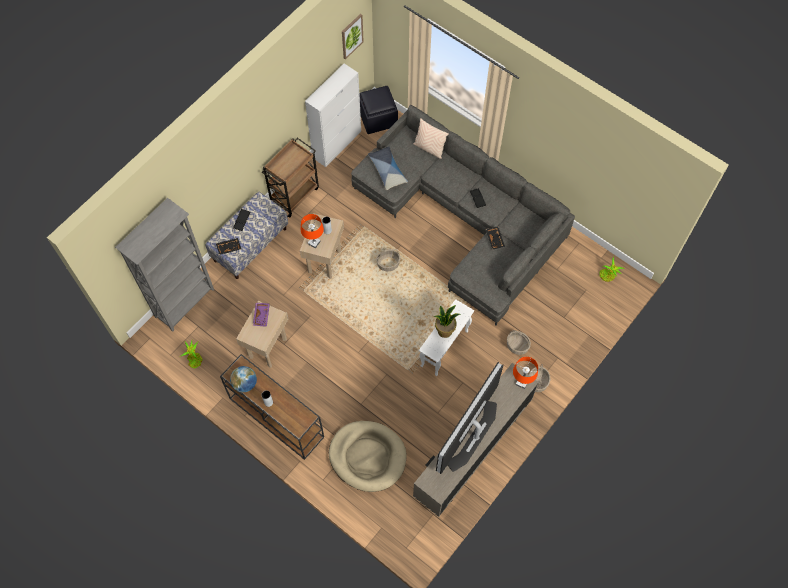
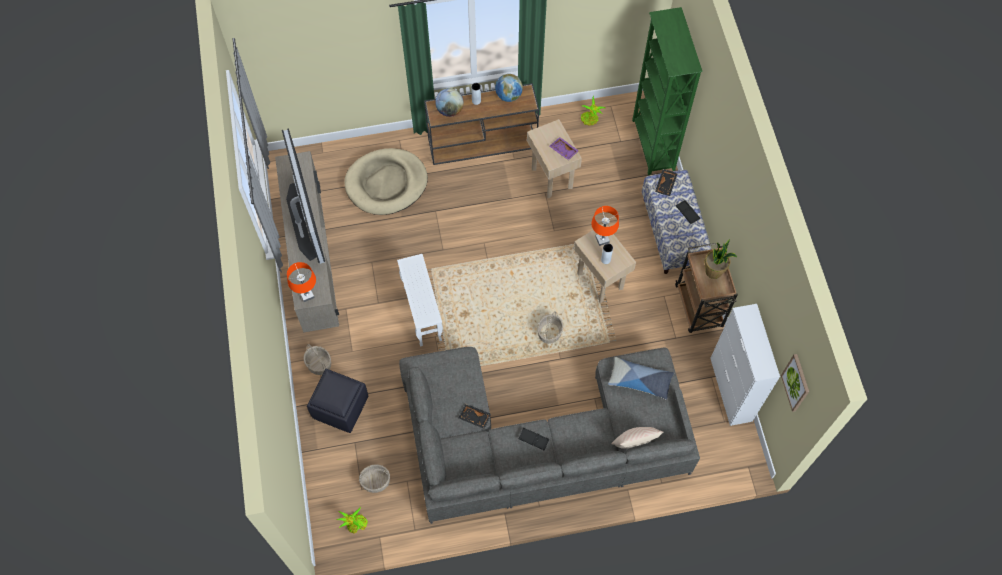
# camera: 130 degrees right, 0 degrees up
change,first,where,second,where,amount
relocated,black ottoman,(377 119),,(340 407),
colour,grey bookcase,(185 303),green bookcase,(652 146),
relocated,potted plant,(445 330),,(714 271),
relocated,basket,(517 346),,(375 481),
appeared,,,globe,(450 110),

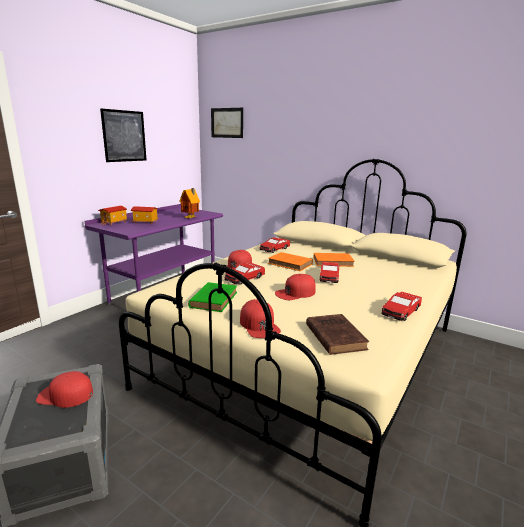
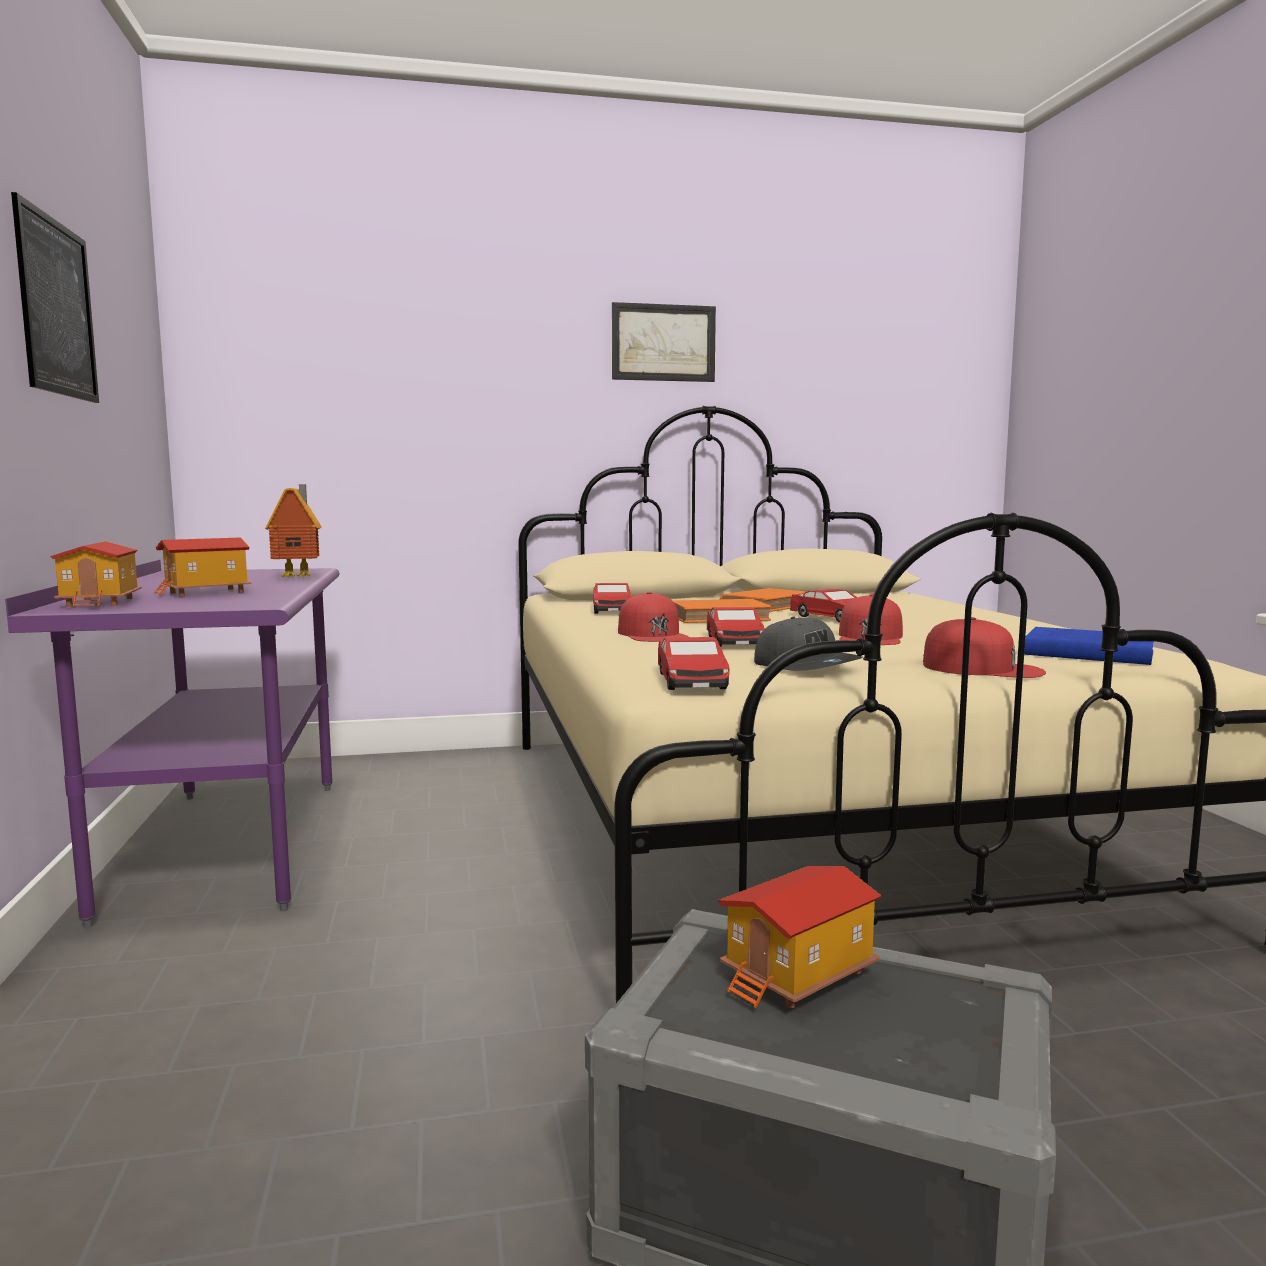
# camera: 45 degrees left, 10 degrees down
change,first,where,second,where,amount
relocated,picture,(227 123),,(663 343),
exchanged,green book,(214 299),grey cap,(806 666),
relocated,toy car,(400 312),,(691 681),
colour,brown book,(334 336),blue book,(1085 654),
exchanged,red cap,(65 394),toy house,(799 976),

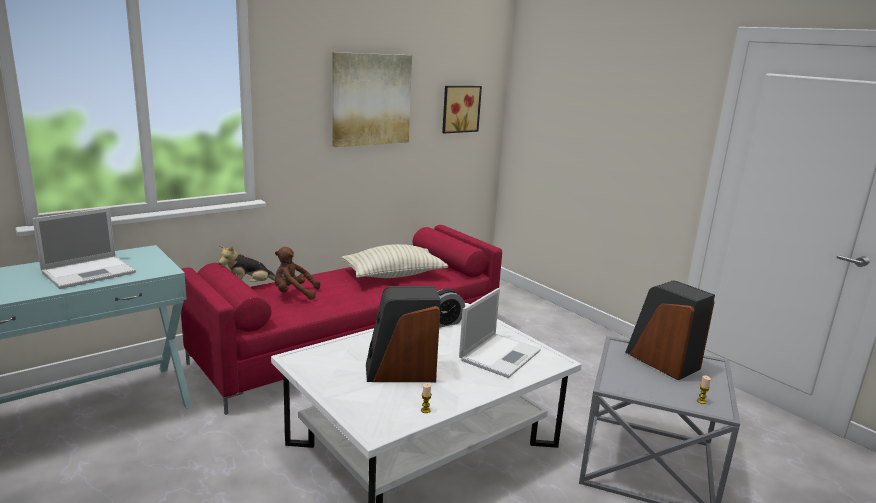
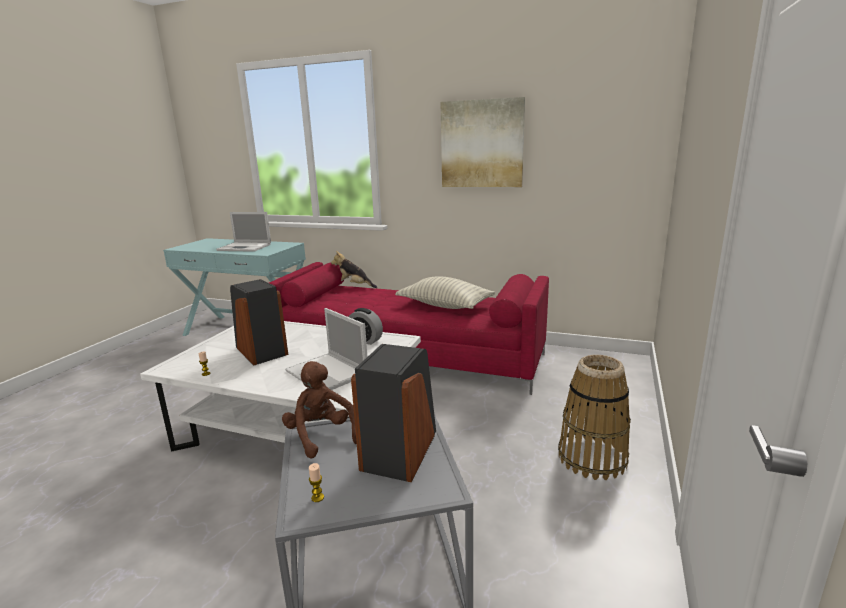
# camera: 60 degrees right, 0 degrees up
change,first,where,second,where,amount
missing,picture,(460 109),,,
relocated,brown plush toy,(294 294),,(321 435),
spun,laptop,(500 355),,(328 373),45 degrees clockwise
appeared,,,basket,(592 458),

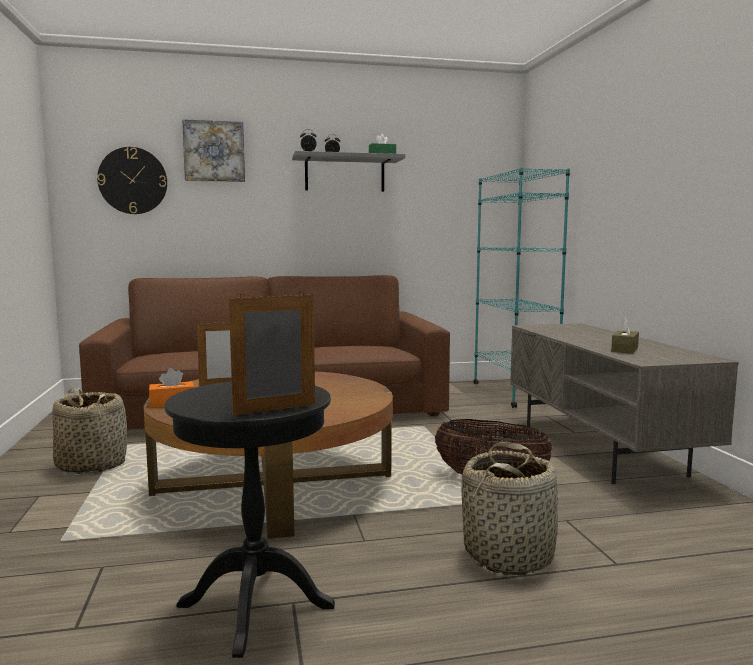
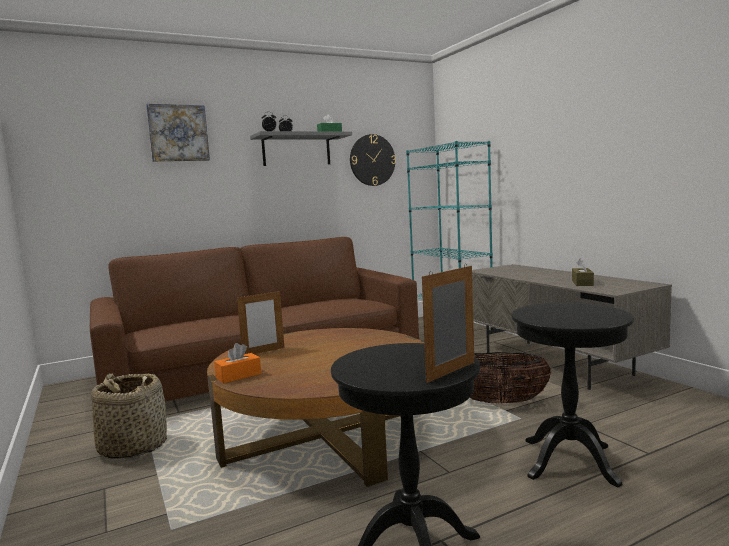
# camera: 15 degrees left, 0 degrees up
change,first,where,second,where,amount
relocated,wall clock,(133 180),,(372 160),
exchanged,basket,(509 555),black side table,(569 461),

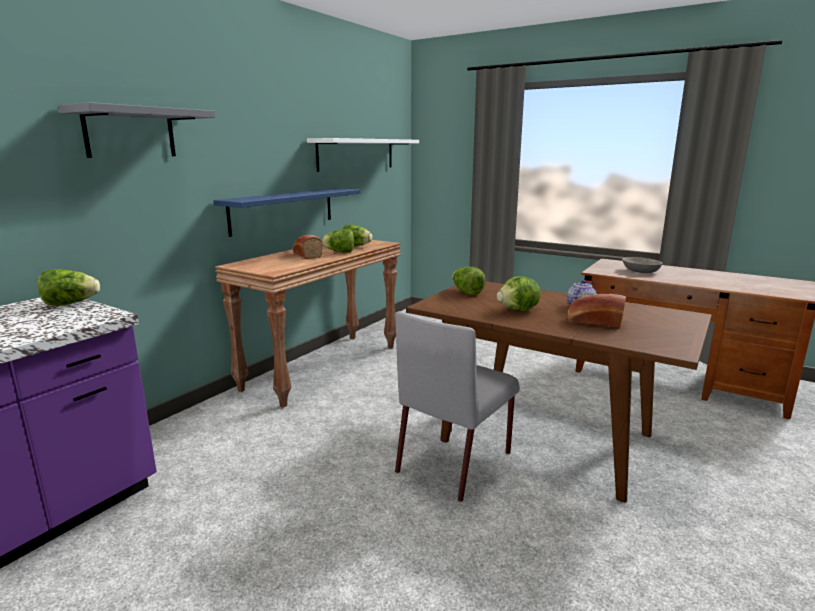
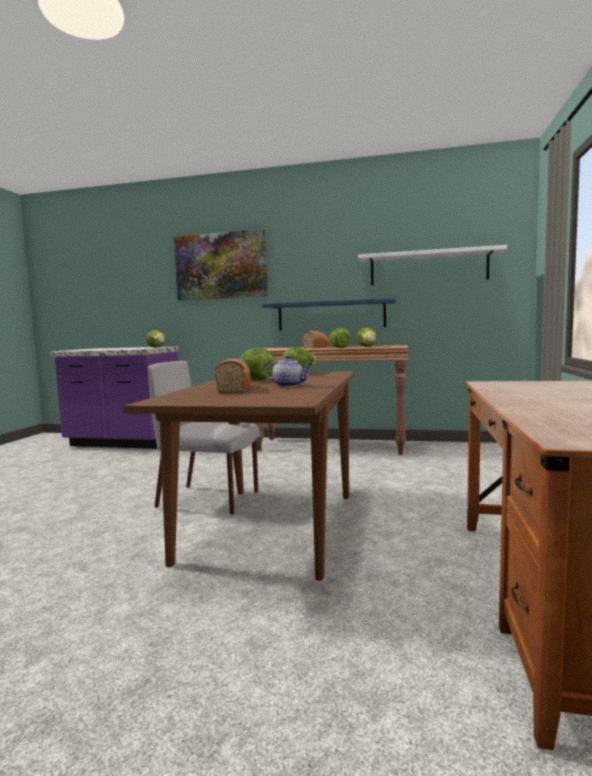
# camera: 70 degrees right, 10 degrees down
change,first,where,second,where,amount
exchanged,grey shelf,(130 133),picture,(221 266),
missing,grey bowl,(640 271),,,

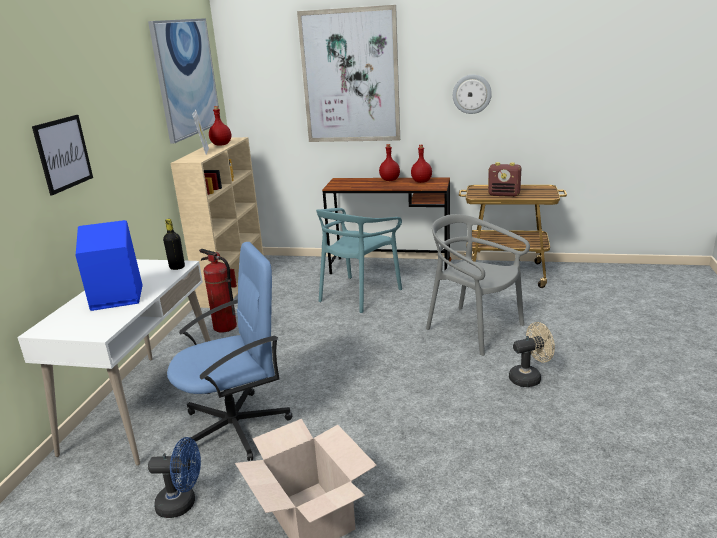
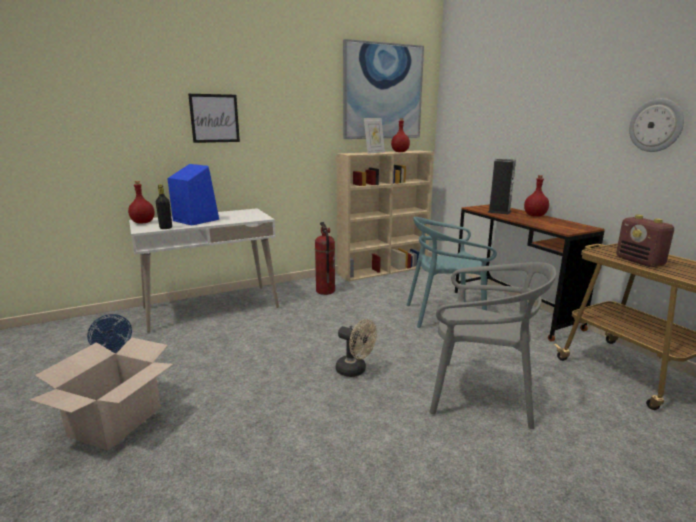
# camera: 50 degrees right, 5 degrees down
change,first,where,second,where,amount
missing,picture,(350 76),,,
relocated,red bottle,(421 181),,(143 222),
spun,grey chair,(474 329),,(481 395),105 degrees clockwise
relocated,black bottle,(177 267),,(166 228),
missing,blue office chair,(236 427),,,
relocated,beige fan,(529 377),,(355 371),
appeared,,,speaker,(499 212),

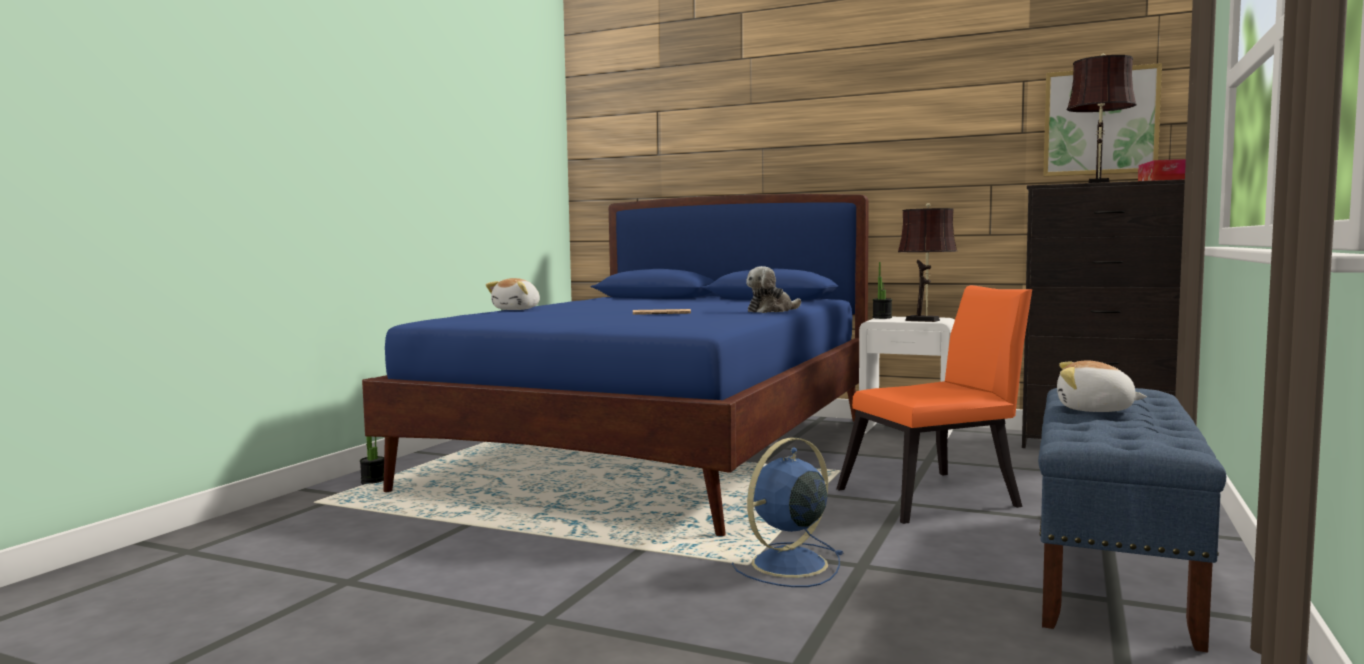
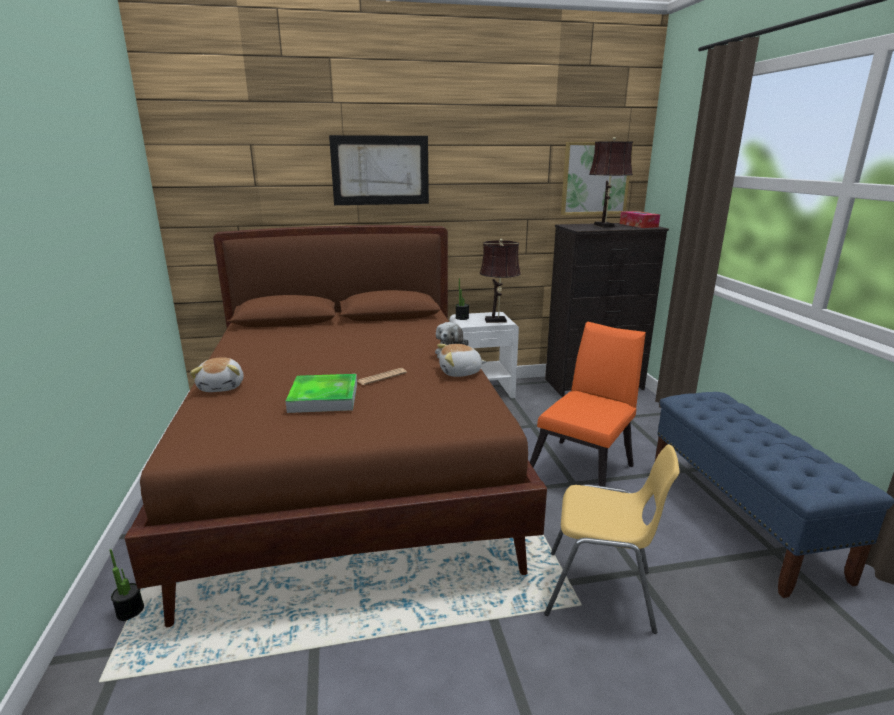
# camera: 35 degrees left, 15 degrees up
change,first,where,second,where,amount
colour,blue bed,(658 451),brown bed,(351 466),
relocated,plush toy,(1094 410),,(460 372),
exchanged,blue fan,(787 565),yellow chair,(600 592),
appeared,,,picture,(380 170),
appeared,,,tray,(324 397),

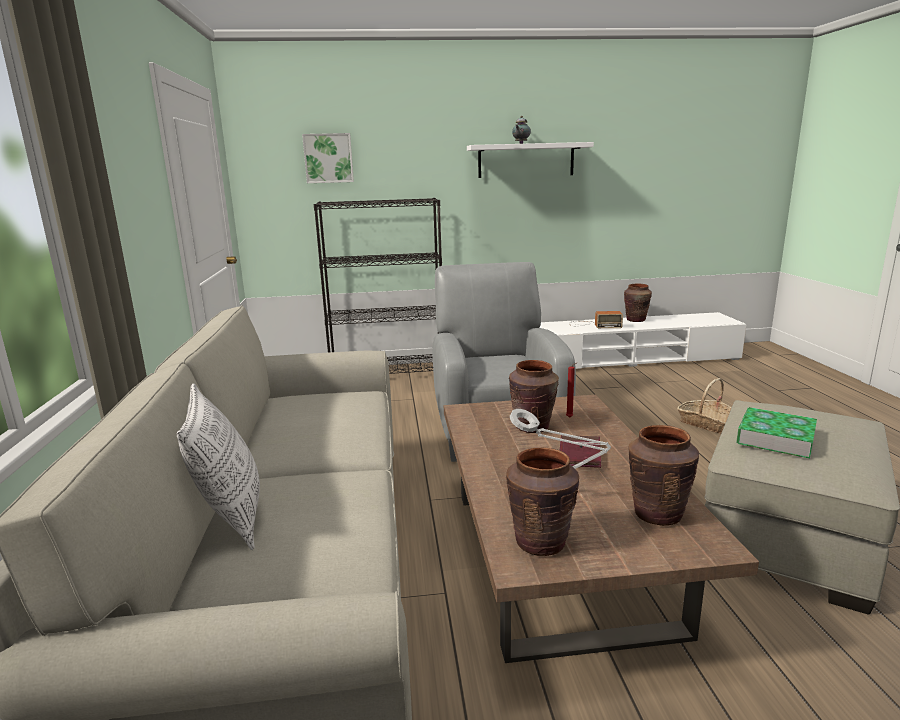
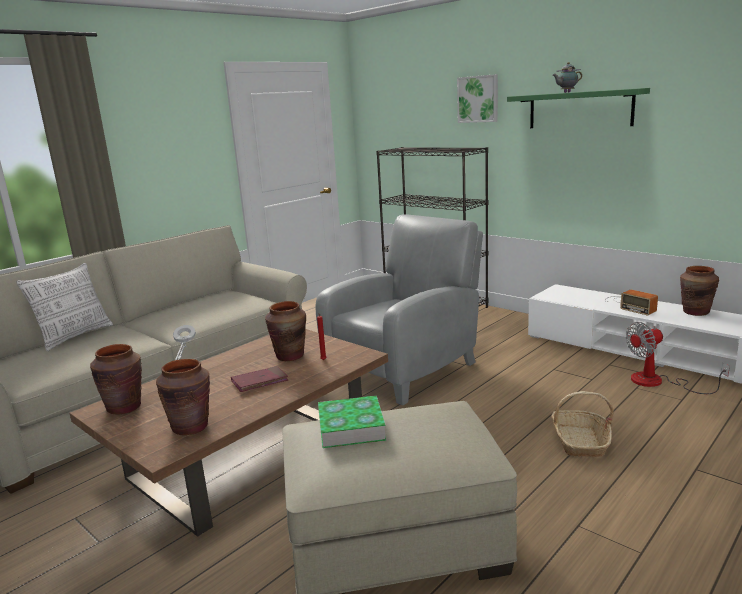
# camera: 50 degrees right, 0 degrees up
change,first,where,second,where,amount
relocated,picture,(328 158),,(478 99),
colour,white shelf,(526 160),green shelf,(580 109),
appeared,,,fan,(658 382),

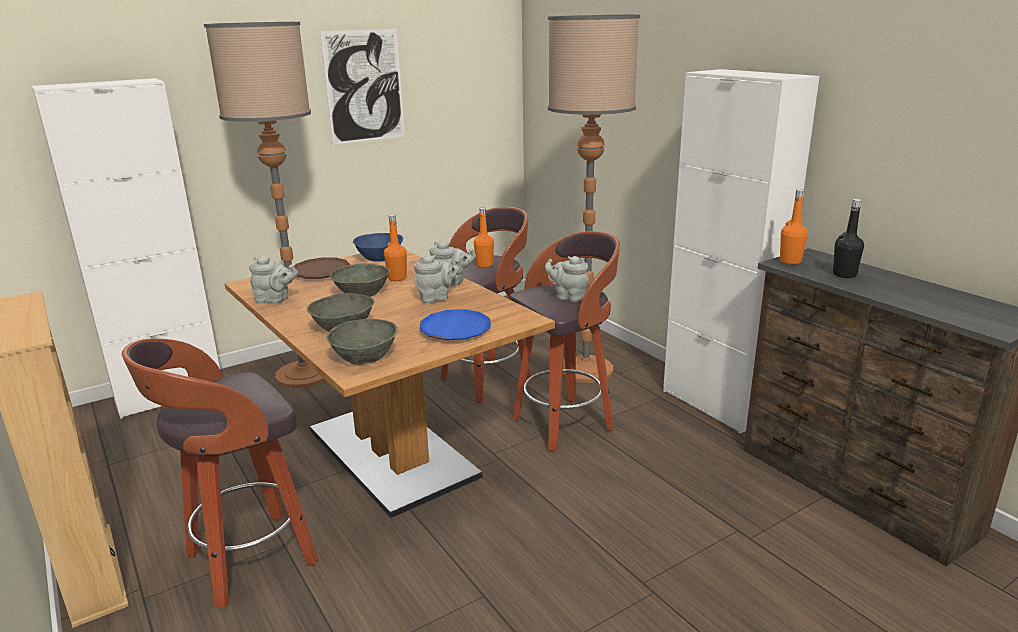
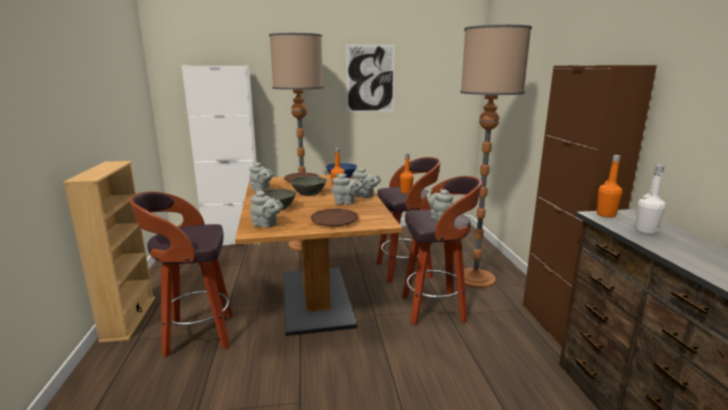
# camera: 25 degrees right, 5 degrees down
change,first,where,second,where,amount
colour,white cabinet,(715 404),brown cabinet,(558 325),
colour,black bottle,(844 275),white bottle,(645 231),
colour,blue plate,(455 330),brown plate,(334 221),
exchanged,grey bowl,(364 357),grey teapot,(266 225),

